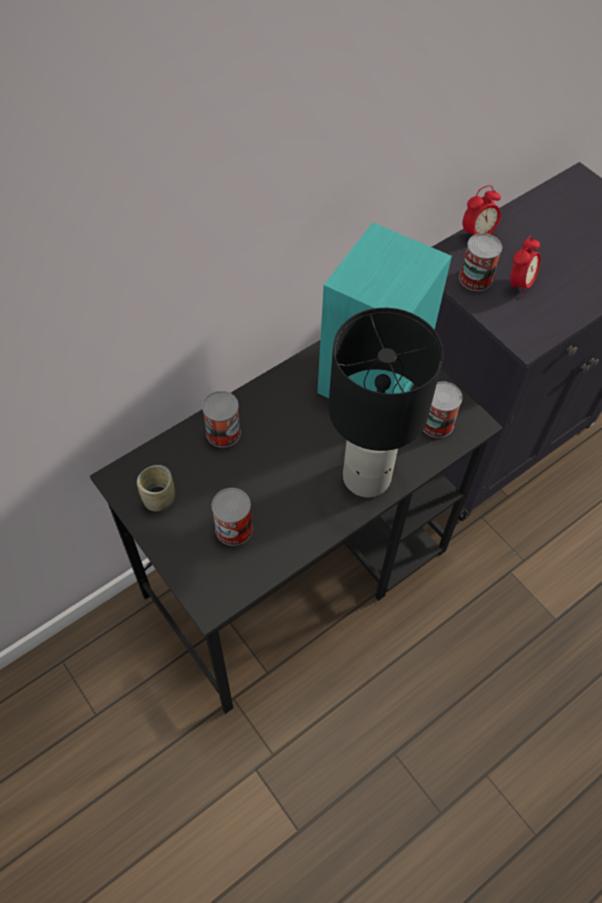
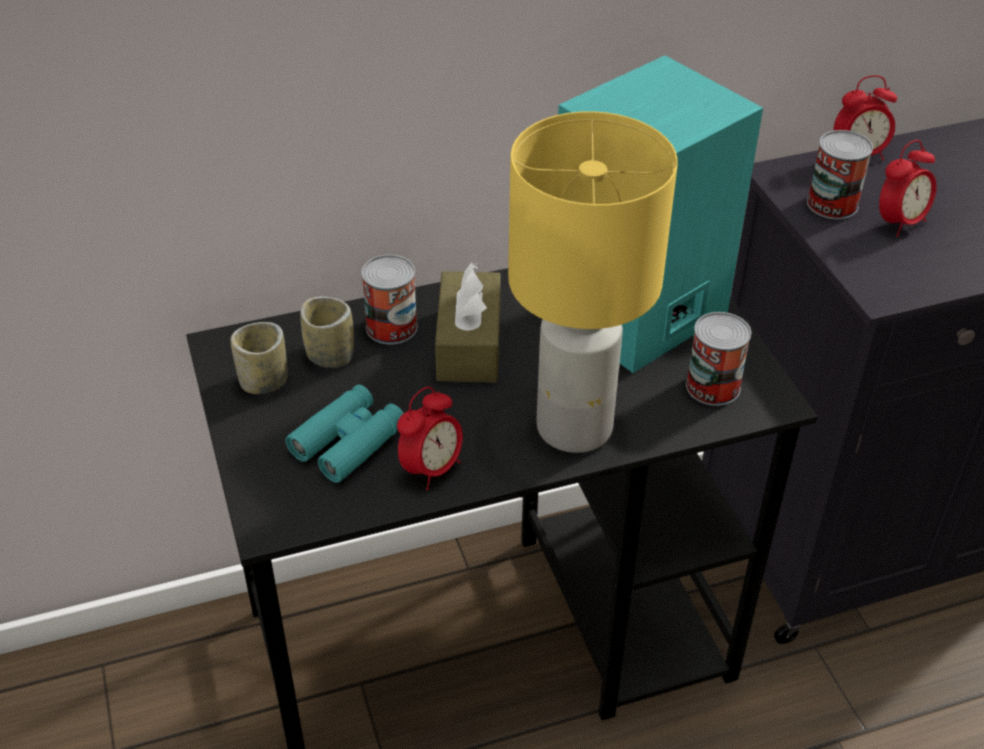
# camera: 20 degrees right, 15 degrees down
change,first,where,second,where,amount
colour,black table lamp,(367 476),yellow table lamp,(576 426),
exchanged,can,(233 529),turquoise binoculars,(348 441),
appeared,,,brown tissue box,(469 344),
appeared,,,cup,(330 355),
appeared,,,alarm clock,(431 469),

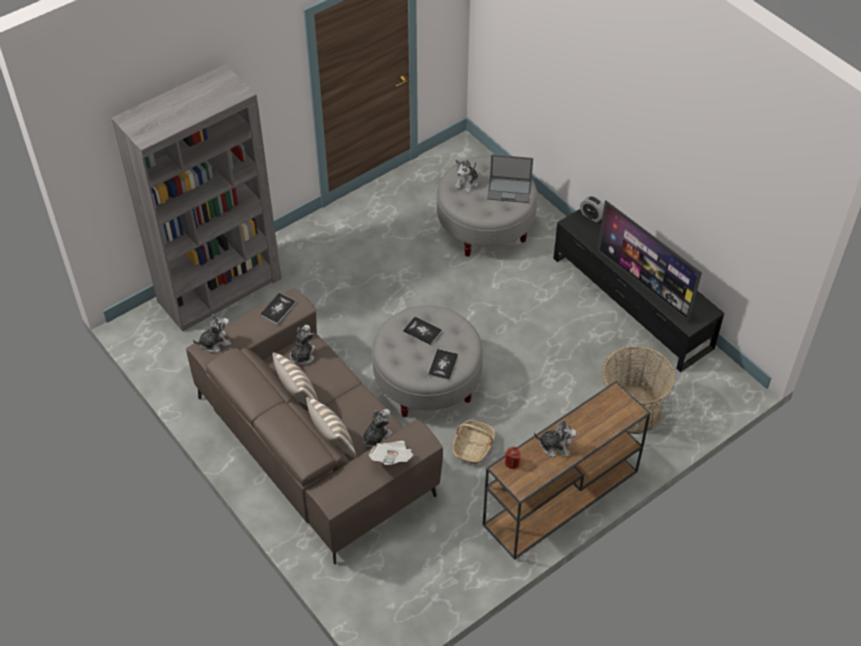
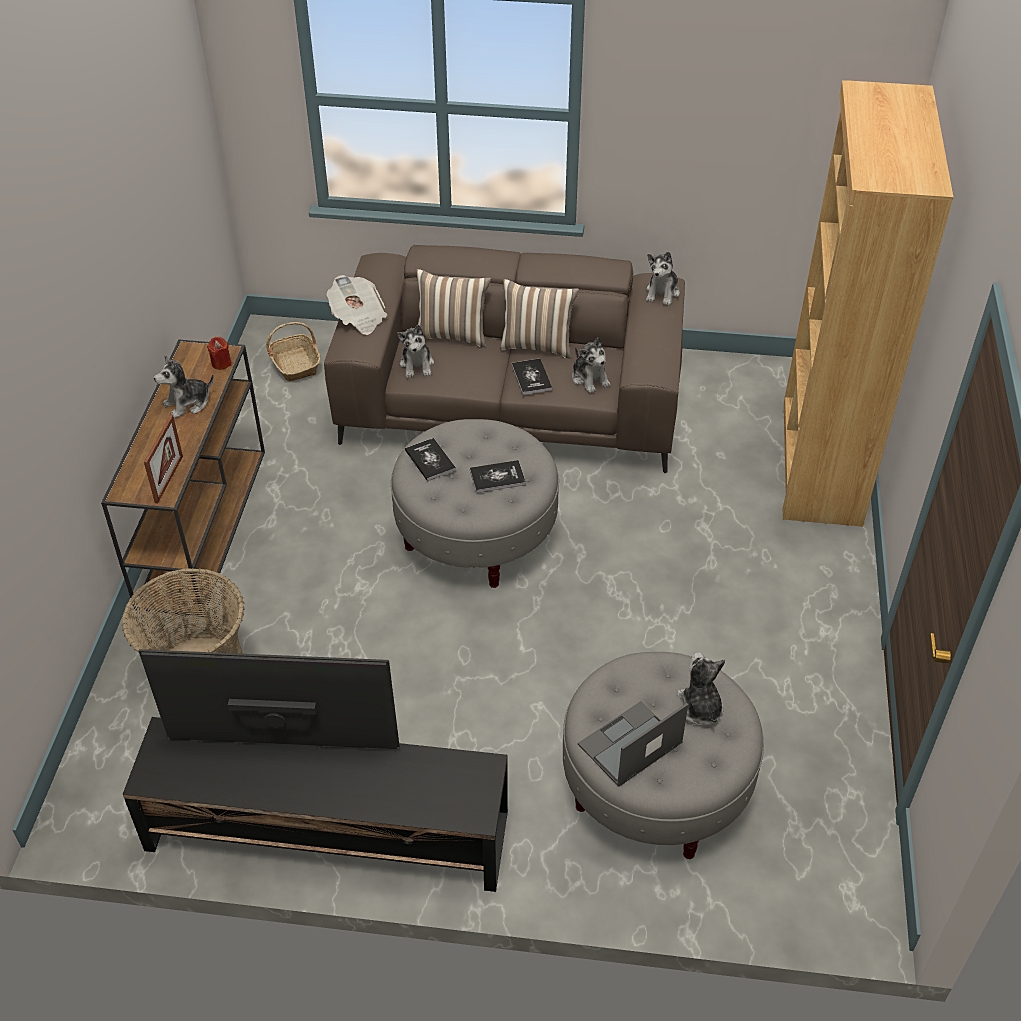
# camera: 135 degrees right, 5 degrees down
change,first,where,second,where,amount
colour,grey bookcase,(220 289),brown bookcase,(819 462),
missing,alarm clock,(592 216),,,
relocated,book,(278 309),,(531 377),
relocated,basket,(473 447),,(295 364),
appeared,,,picture frame,(169 479),

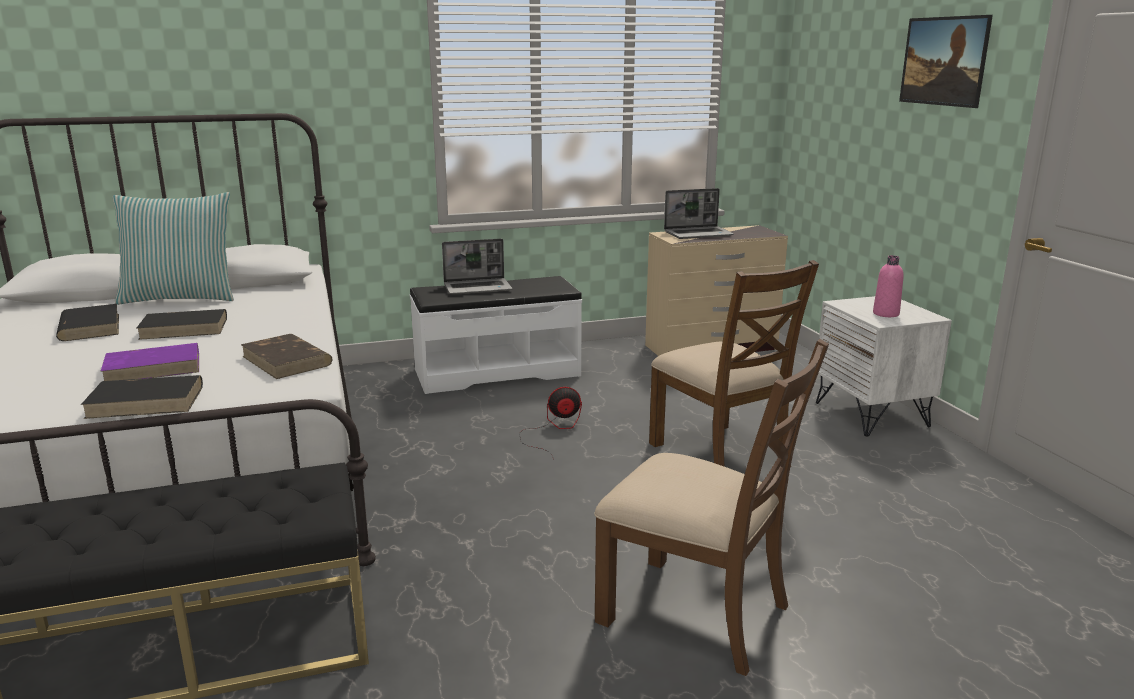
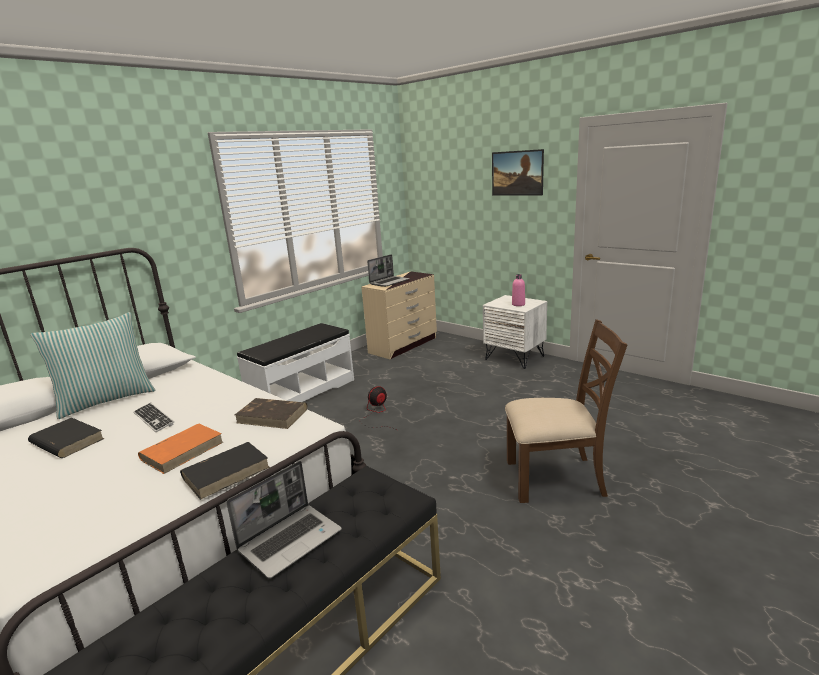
# camera: 30 degrees left, 0 degrees up
change,first,where,second,where,amount
relocated,laptop,(478 288),,(290 540),
missing,brown chair,(720 454),,,
exchanged,black book,(185 328),keyboard,(153 418),
colour,purple book,(154 367),orange book,(183 450),

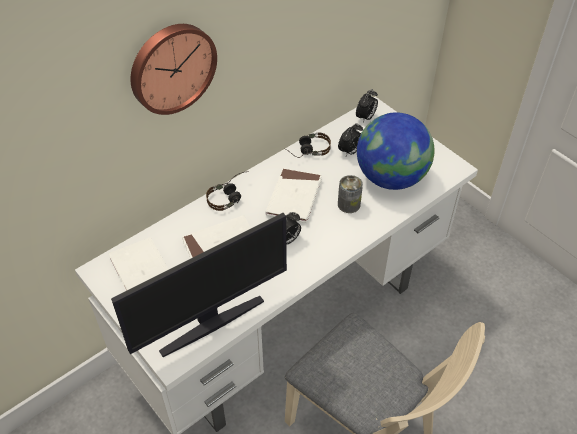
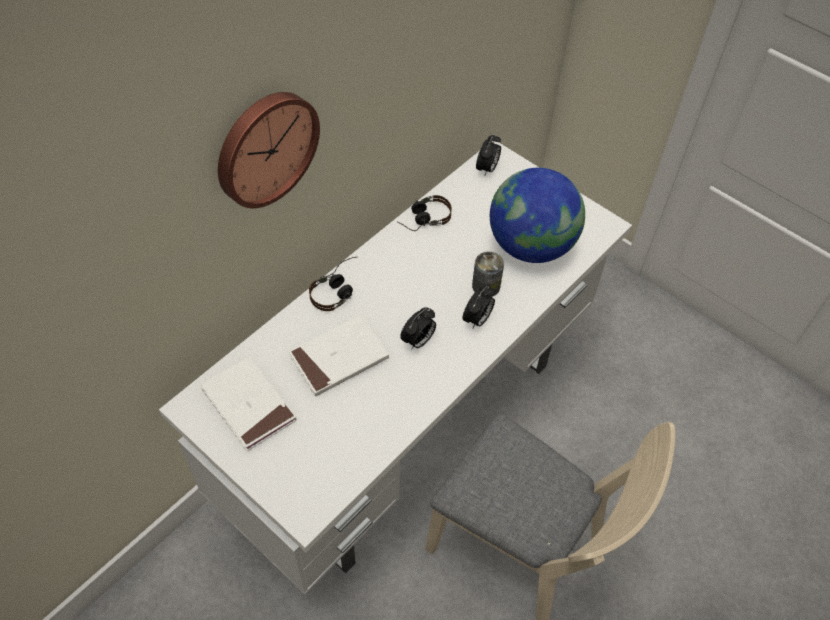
# camera: 10 degrees left, 5 degrees up
change,first,where,second,where,amount
relocated,alarm clock,(350 152),,(477 320),
missing,white book,(294 198),,,
missing,monitor,(211 323),,,

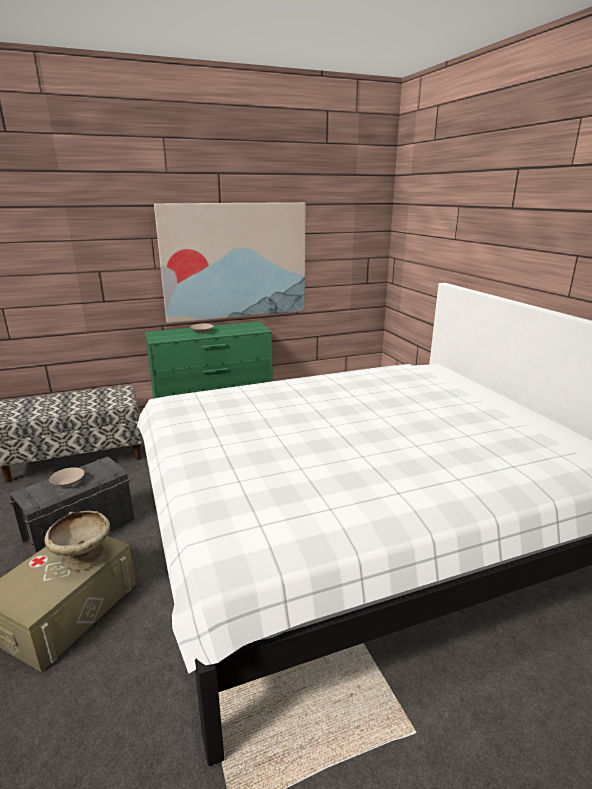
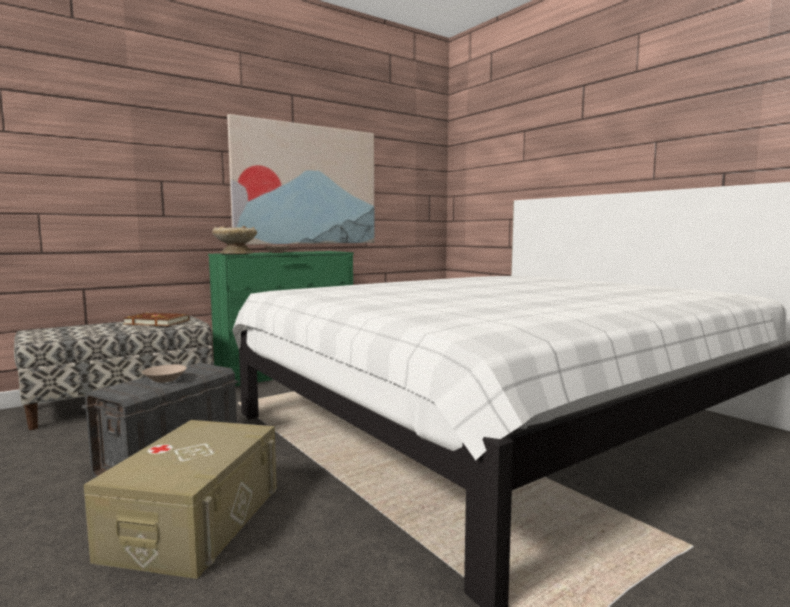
# camera: 15 degrees left, 15 degrees down
change,first,where,second,where,amount
relocated,beige bowl,(83 556),,(235 254),
appeared,,,brown book,(157 322),

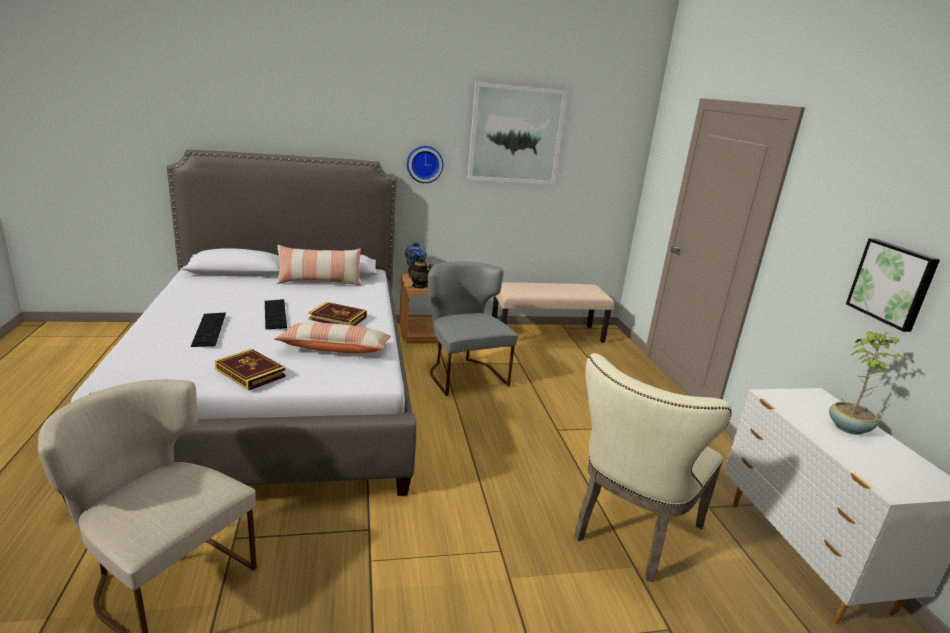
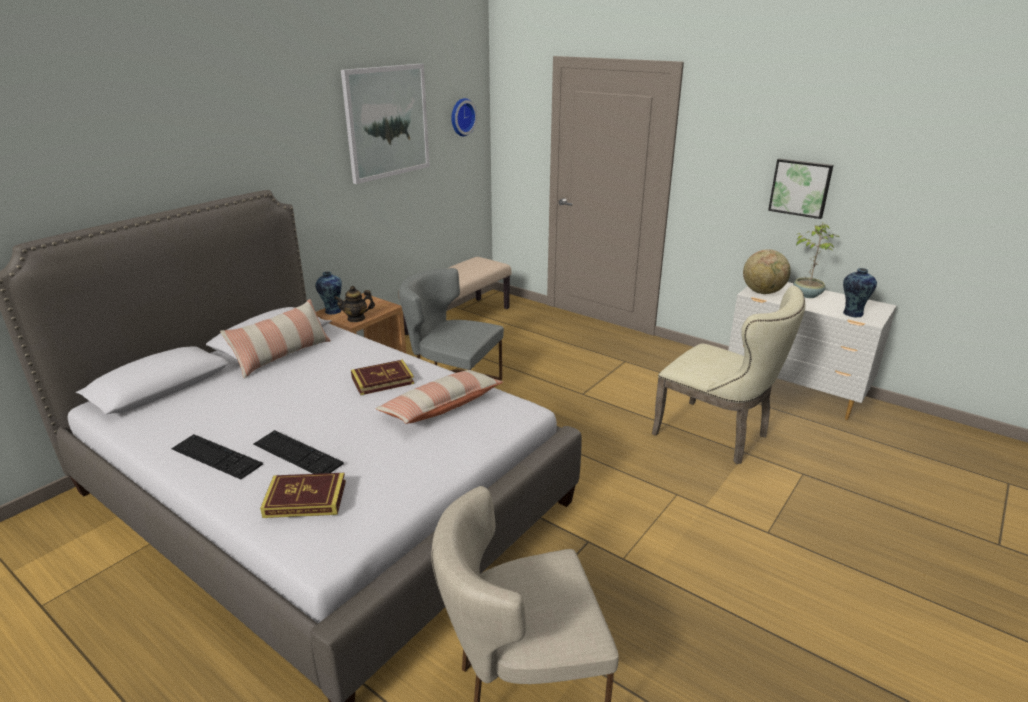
# camera: 40 degrees left, 5 degrees up
change,first,where,second,where,amount
relocated,wall clock,(424 164),,(461 117),
relocated,keyboard,(275 314),,(216 456),
relocated,book,(250 373),,(305 499),
spun,beige chair,(631 534),,(718 435),45 degrees counterclockwise
appeared,,,globe,(763 292),
appeared,,,vase,(852 313),

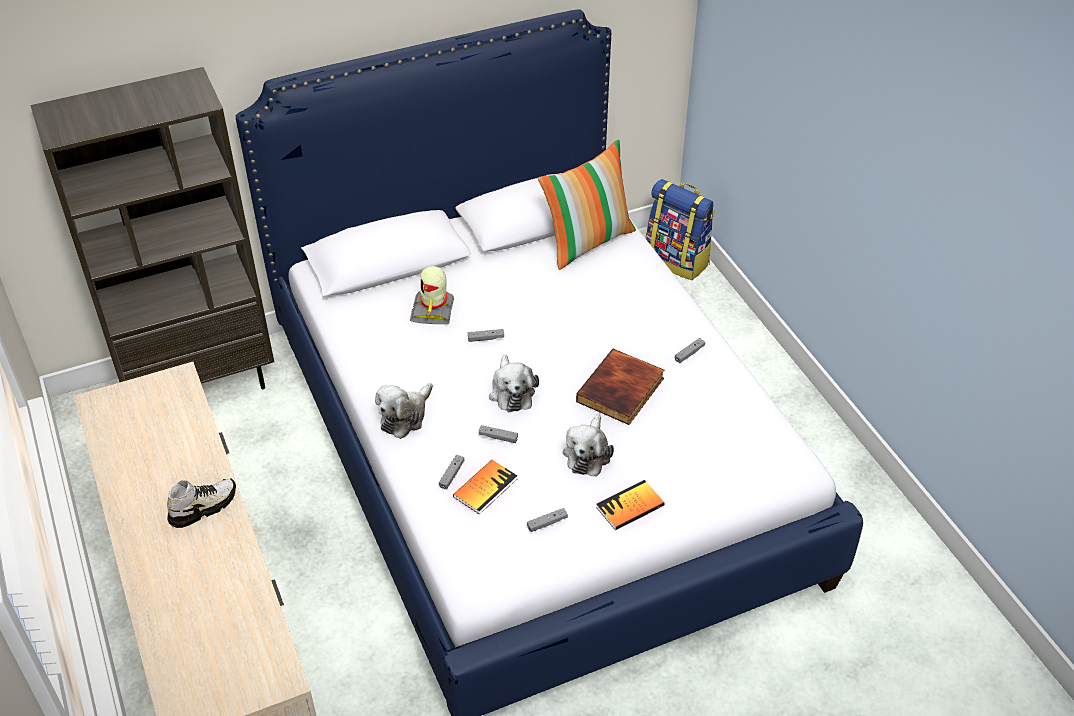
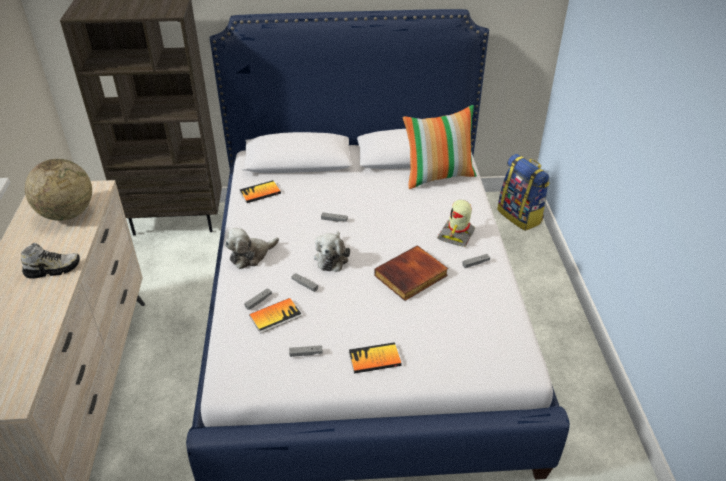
# camera: 20 degrees right, 5 degrees down
change,first,where,second,where,amount
relocated,toy robot,(433 311),,(457 235),
missing,plush toy,(588 453),,,
appeared,,,globe,(67 214),
appeared,,,book,(260 193),

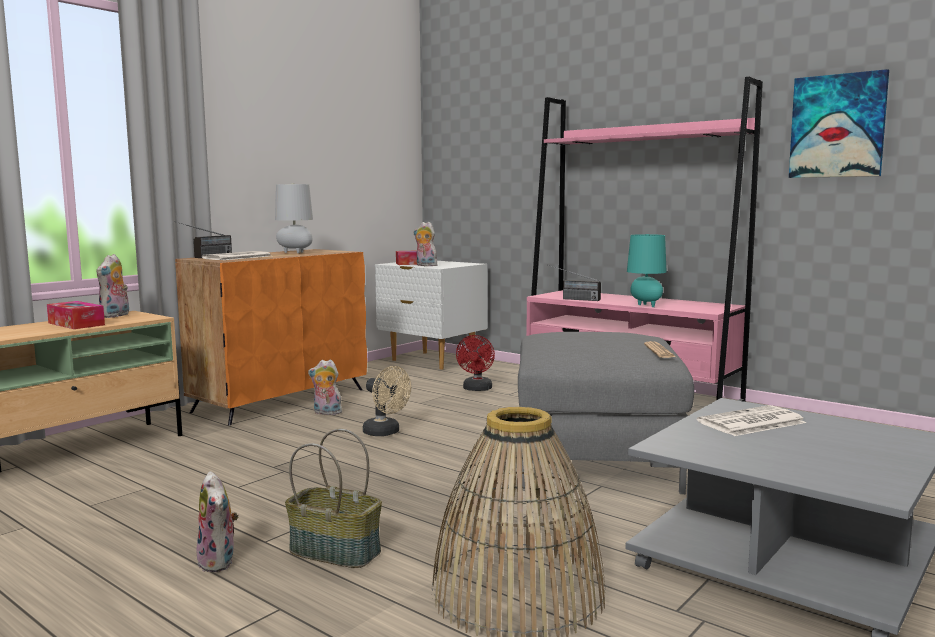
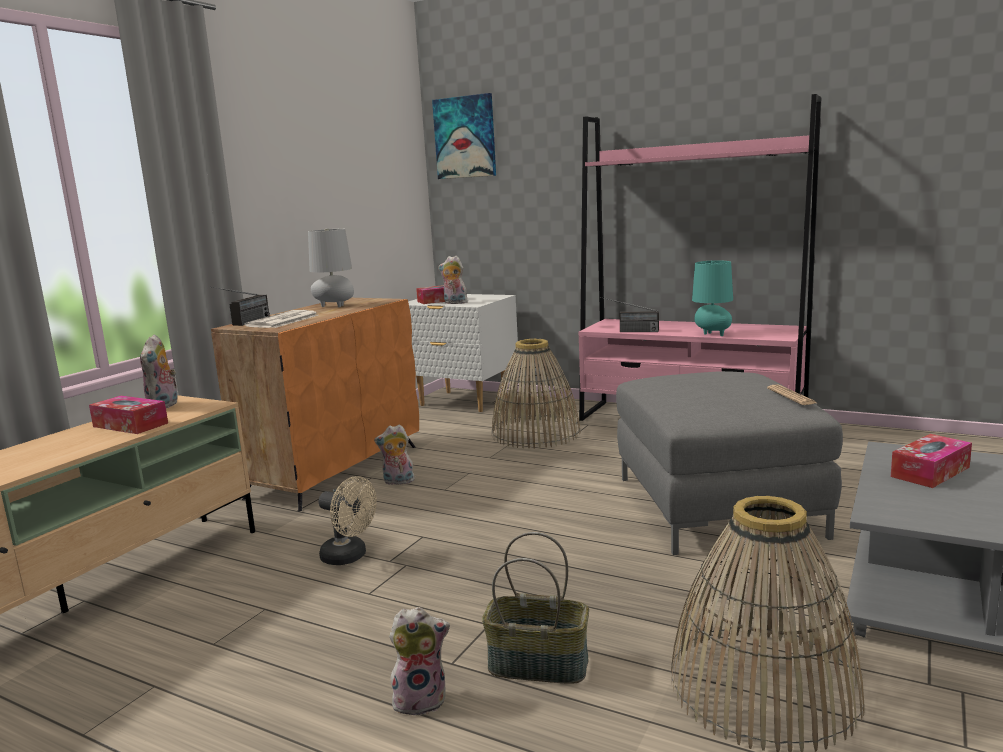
# camera: 10 degrees left, 5 degrees up
change,first,where,second,where,amount
relocated,picture,(837 126),,(465 137),
exchanged,red fan,(477 389),basket,(536 433),
relocated,beige fan,(385 433),,(349 557),
exchanged,newspaper,(751 423),tissue box,(930 472),
spun,plush toy,(219 562),,(421 699),60 degrees counterclockwise

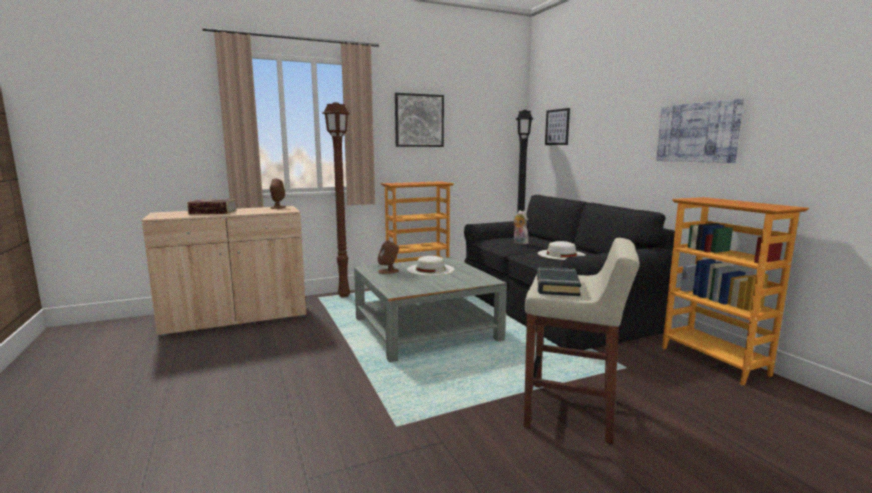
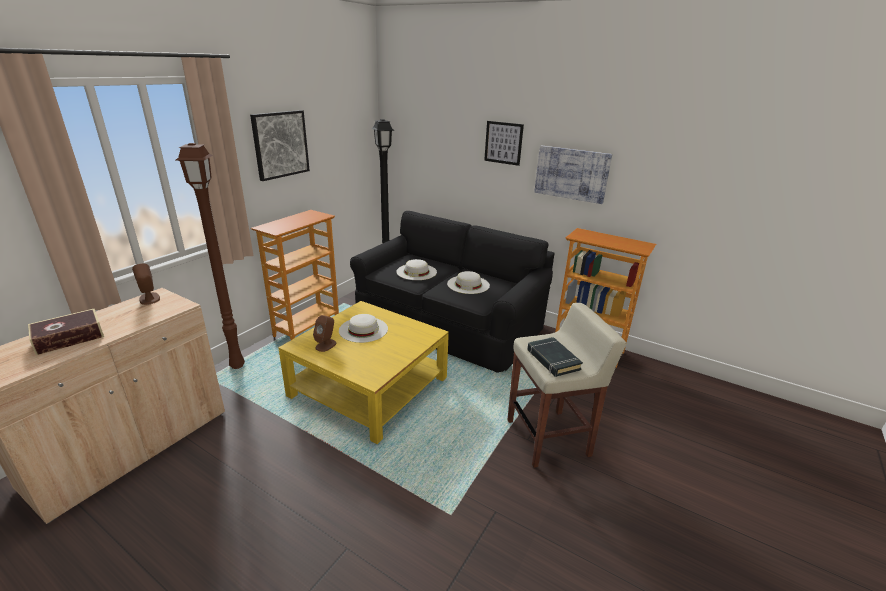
# camera: 35 degrees left, 15 degrees up
change,first,where,second,where,amount
relocated,picture,(557 127),,(503 143),
exchanged,plush toy,(519 243),white hat,(416 272),
colour,grey coffee table,(425 329),yellow coffee table,(369 387),

